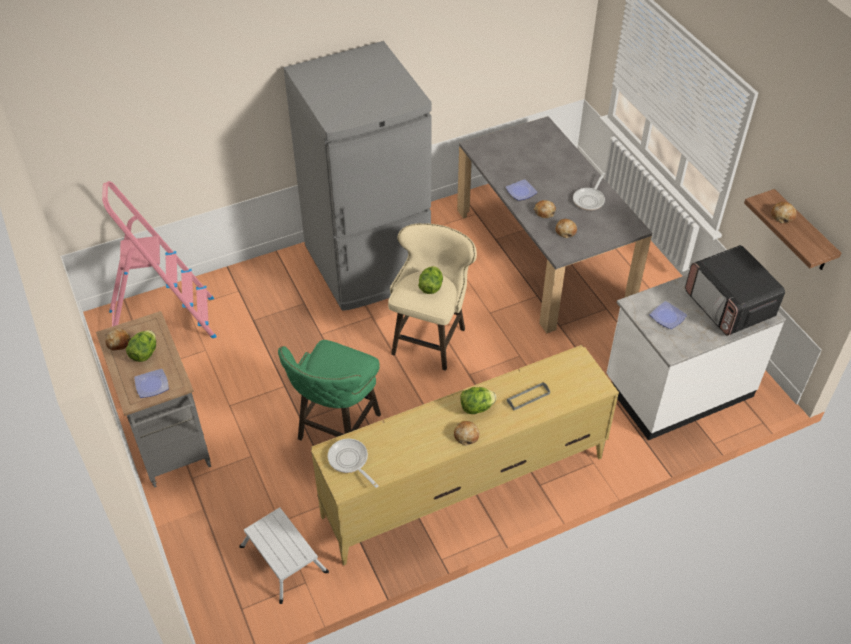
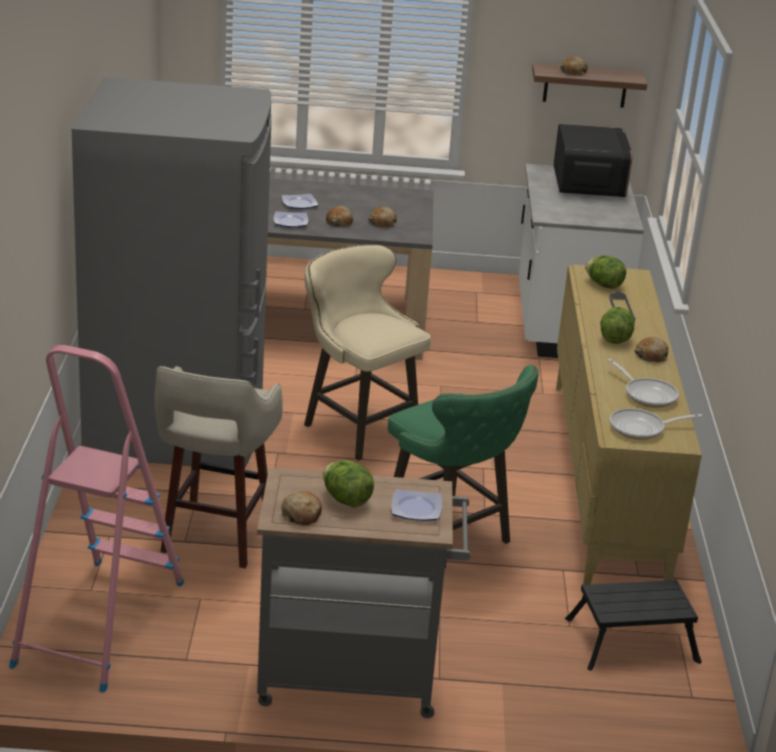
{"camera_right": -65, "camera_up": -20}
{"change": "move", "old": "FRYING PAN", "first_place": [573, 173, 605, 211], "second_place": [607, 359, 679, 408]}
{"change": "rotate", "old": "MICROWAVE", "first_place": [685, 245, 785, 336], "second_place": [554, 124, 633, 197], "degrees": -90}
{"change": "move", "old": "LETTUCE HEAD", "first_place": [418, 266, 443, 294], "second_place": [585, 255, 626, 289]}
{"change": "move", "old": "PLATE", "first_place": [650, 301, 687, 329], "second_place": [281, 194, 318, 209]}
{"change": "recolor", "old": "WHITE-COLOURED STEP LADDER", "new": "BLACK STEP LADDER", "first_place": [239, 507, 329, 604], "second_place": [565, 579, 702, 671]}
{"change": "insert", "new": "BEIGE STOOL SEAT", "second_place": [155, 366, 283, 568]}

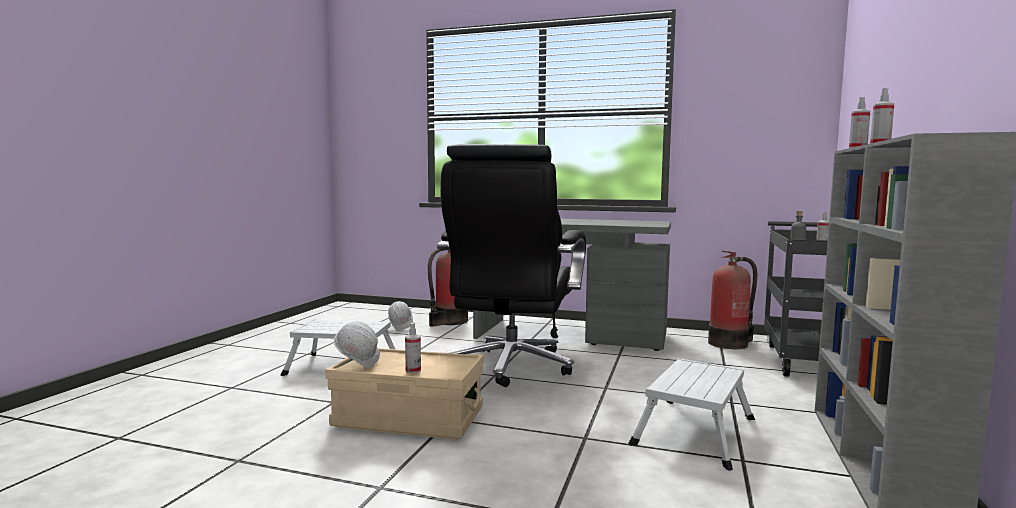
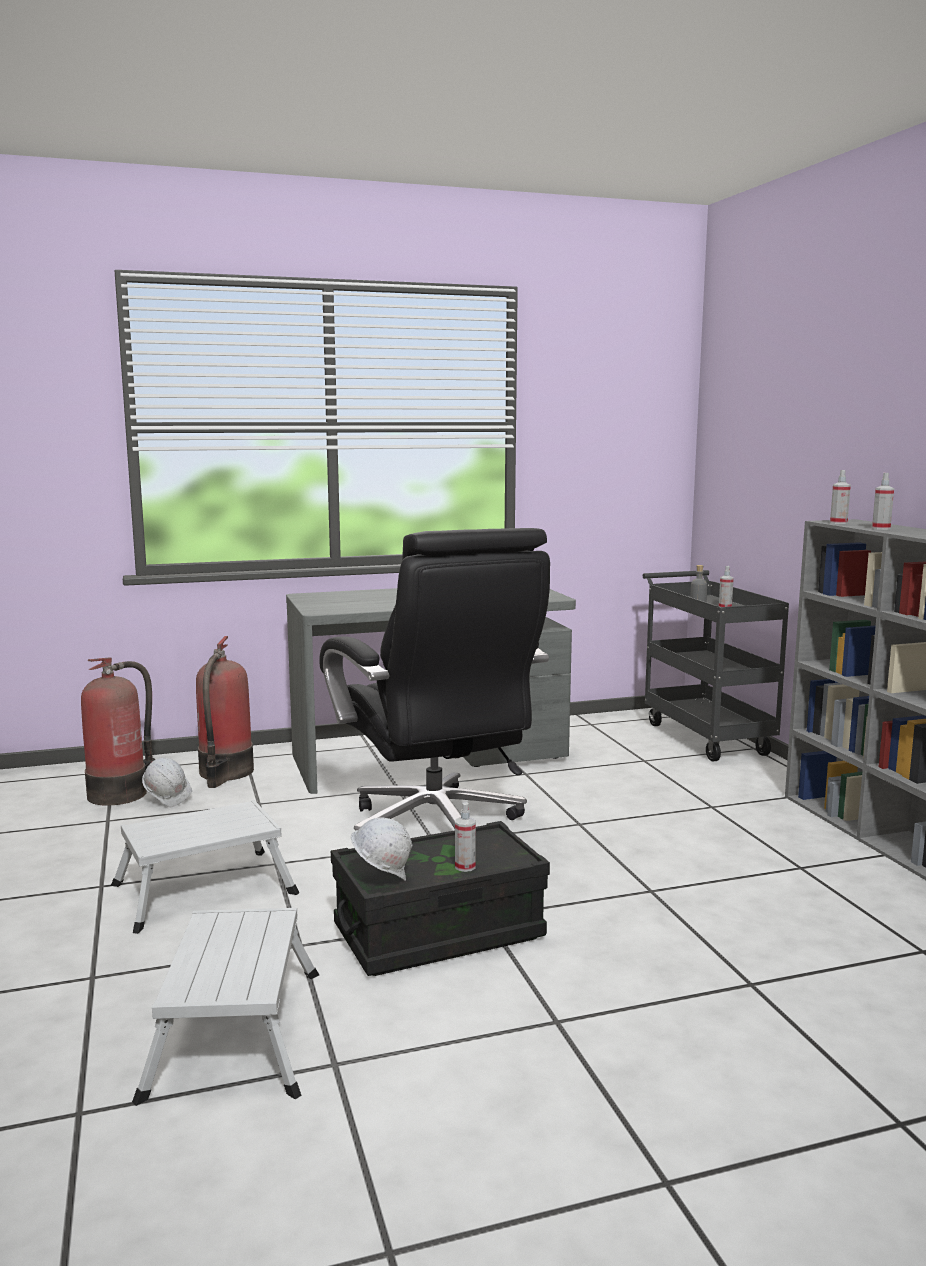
{"camera_right": -35, "camera_up": 5}
{"change": "move", "old": "EXTINGUISHER", "first_place": [708, 251, 758, 349], "second_place": [81, 658, 155, 806]}
{"change": "recolor", "old": "BEIGE STORAGE CONTAINER", "new": "BLACK STORAGE CONTAINER", "first_place": [326, 348, 484, 440], "second_place": [331, 821, 550, 976]}
{"change": "move", "old": "WHITE-COLOURED STEP LADDER", "first_place": [628, 358, 755, 471], "second_place": [132, 908, 319, 1106]}

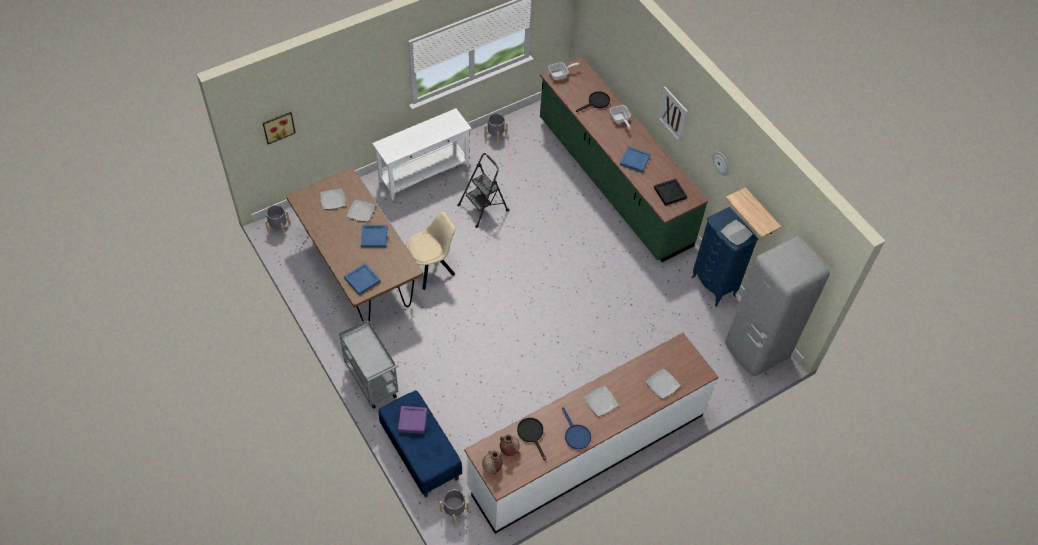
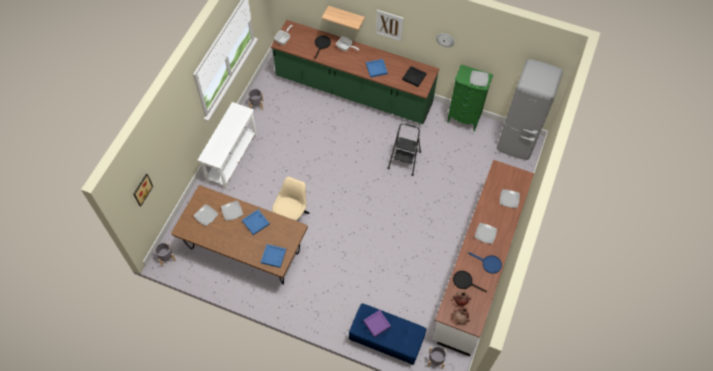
{"camera_right": -35, "camera_up": 5}
{"change": "move", "old": "BLACK STEP LADDER", "first_place": [457, 153, 509, 228], "second_place": [387, 123, 421, 176]}
{"change": "move", "old": "SHELF", "first_place": [726, 187, 781, 238], "second_place": [322, 6, 365, 30]}
{"change": "recolor", "old": "BLUISH DRESSER", "new": "GREEN-COLOURED DRESSER", "first_place": [691, 207, 758, 307], "second_place": [447, 65, 493, 132]}
{"change": "delete", "old": "GREY WHEELED CART", "first_place": [339, 320, 399, 409]}

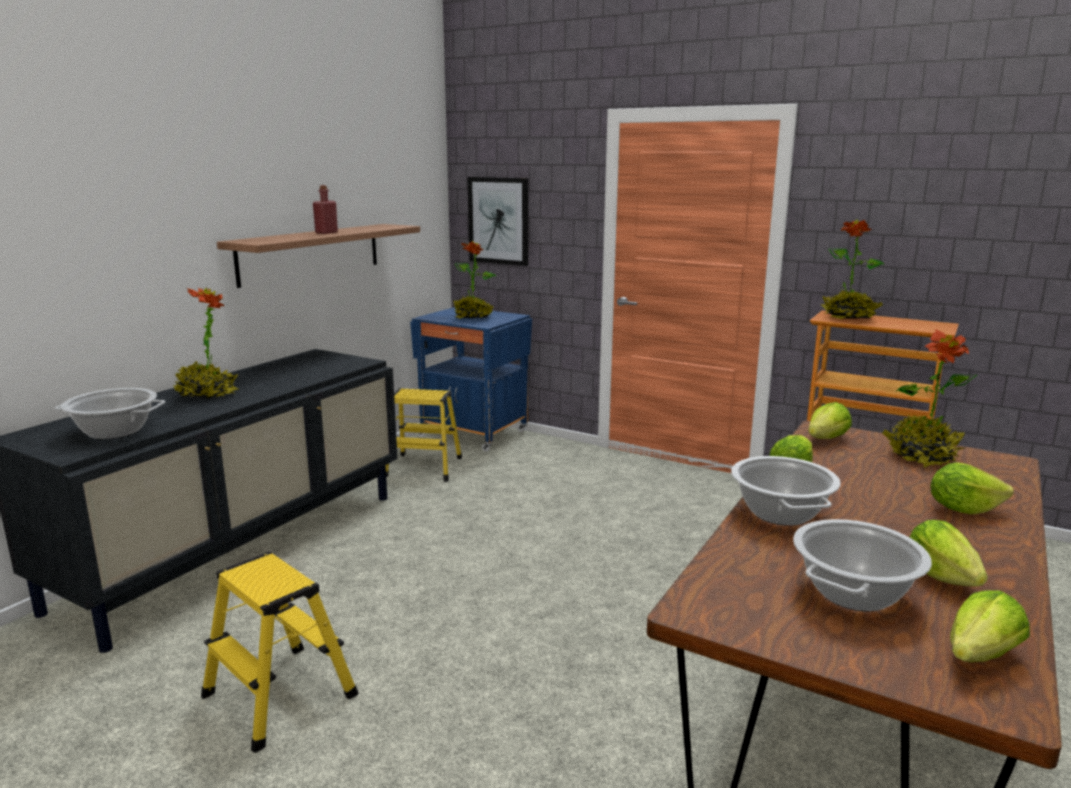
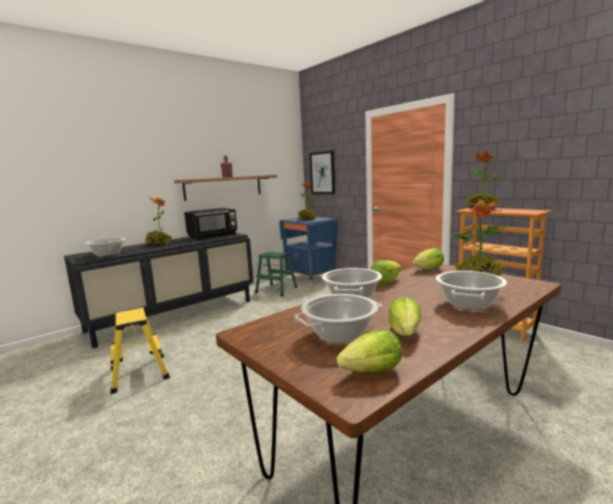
{"camera_right": 20, "camera_up": -5}
{"change": "recolor", "old": "YELLOWISH STEP LADDER", "new": "GREEN-COLOURED STEP LADDER", "first_place": [386, 388, 462, 482], "second_place": [255, 252, 297, 297]}
{"change": "replace", "old": "LETTUCE HEAD", "new": "COOKING POT", "first_place": [930, 462, 1014, 514], "second_place": [436, 271, 507, 310]}
{"change": "insert", "new": "BLACK MICROWAVE", "second_place": [184, 208, 237, 240]}

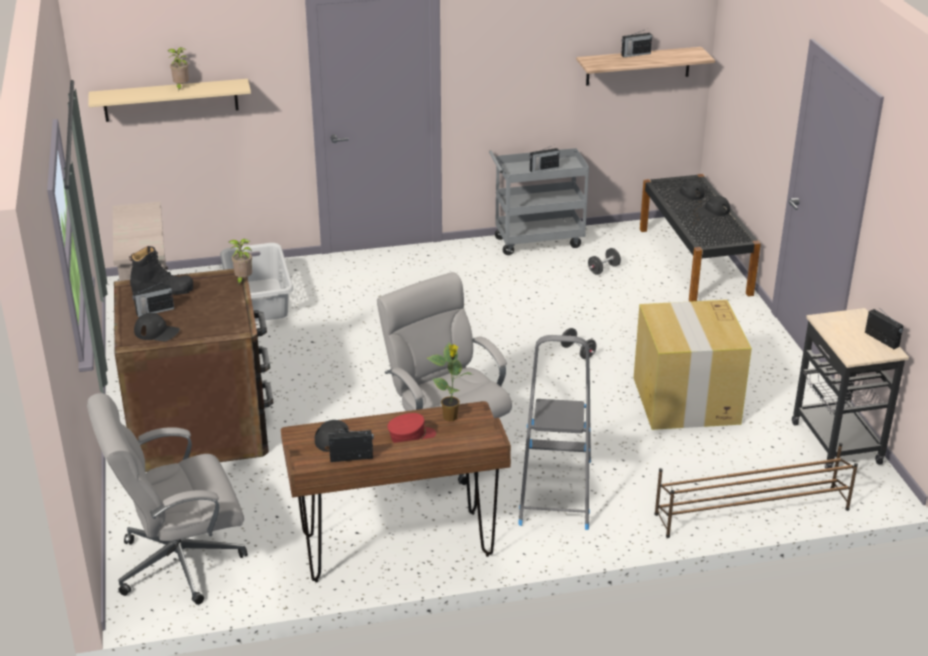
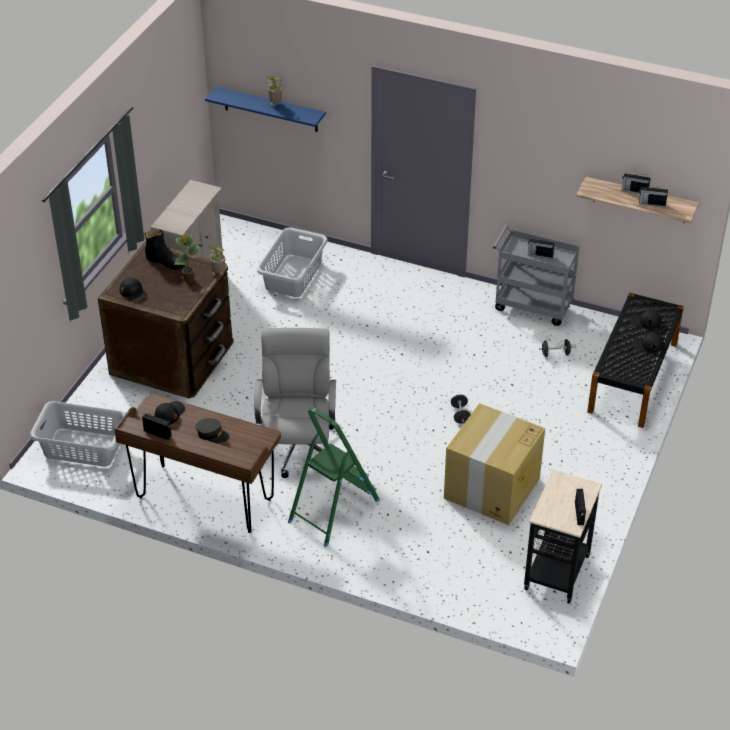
{"camera_right": 35, "camera_up": 10}
{"change": "recolor", "old": "BEIGE SHELF", "new": "BLUISH SHELF", "first_place": [88, 79, 251, 122], "second_place": [205, 86, 326, 132]}
{"change": "move", "old": "RADIO", "first_place": [132, 282, 174, 317], "second_place": [639, 187, 668, 207]}
{"change": "recolor", "old": "GREY STEP LADDER", "new": "GREEN-COLOURED STEP LADDER", "first_place": [518, 335, 591, 530], "second_place": [288, 407, 380, 547]}
{"change": "move", "old": "HOUSEPLANT", "first_place": [427, 342, 473, 421], "second_place": [174, 234, 199, 283]}
{"change": "replace", "old": "GREY OFFICE CHAIR", "new": "GREY LAUNDRY BASKET", "first_place": [87, 393, 248, 605], "second_place": [30, 401, 126, 467]}
{"change": "recolor", "old": "RED BASEBALL CAP", "new": "GREY BASEBALL CAP", "first_place": [387, 413, 436, 443], "second_place": [196, 418, 229, 443]}
{"change": "delete", "old": "BROWN-COLOURED SHOE STAND", "first_place": [654, 443, 858, 538]}

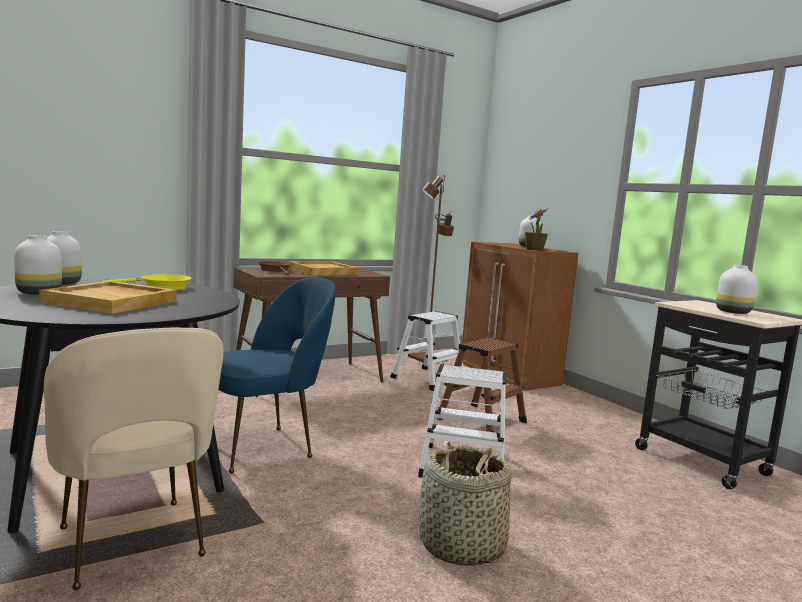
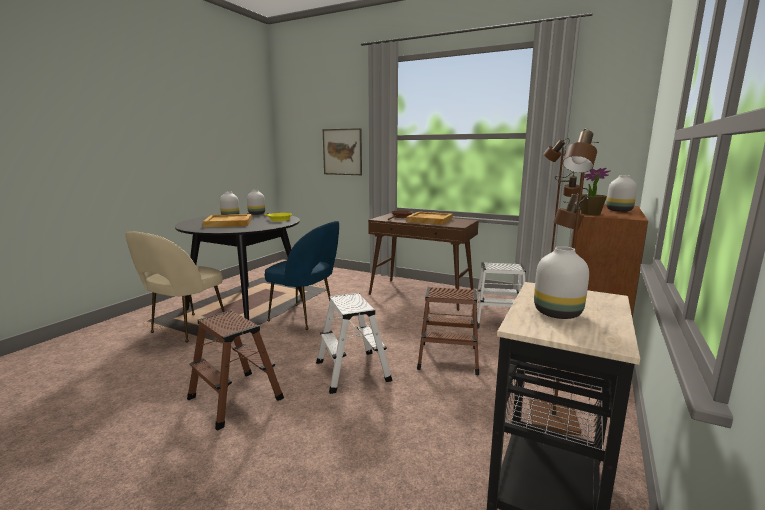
{"camera_right": 60, "camera_up": 5}
{"change": "replace", "old": "BASKET", "new": "BROWN-COLOURED STEP LADDER", "first_place": [419, 441, 511, 566], "second_place": [187, 310, 284, 431]}
{"change": "insert", "new": "WALL ART", "second_place": [323, 128, 362, 175]}
{"change": "insert", "new": "BROWN-COLOURED STANDARD LAMP", "second_place": [529, 128, 599, 436]}

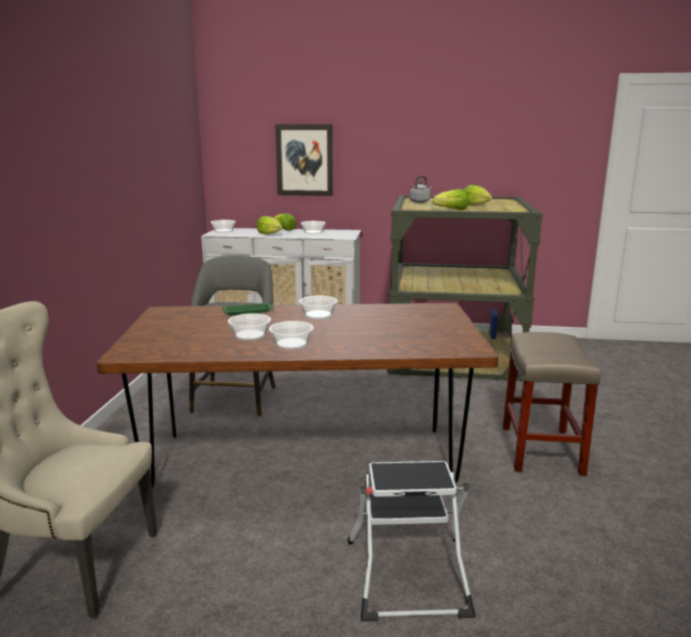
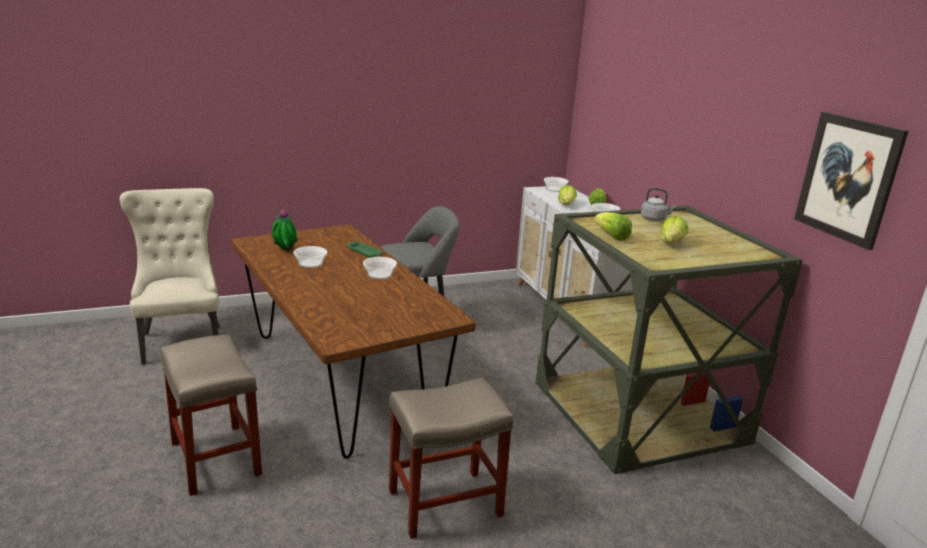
{"camera_right": 60, "camera_up": 5}
{"change": "move", "old": "WALL ART", "first_place": [275, 124, 333, 196], "second_place": [794, 112, 909, 250]}
{"change": "delete", "old": "SERVING BOWL", "first_place": [269, 321, 314, 349]}
{"change": "replace", "old": "STEP LADDER", "new": "BEIGE STOOL SEAT", "first_place": [348, 461, 475, 621], "second_place": [161, 335, 262, 496]}
{"change": "insert", "new": "HOUSEPLANT", "second_place": [272, 209, 298, 251]}

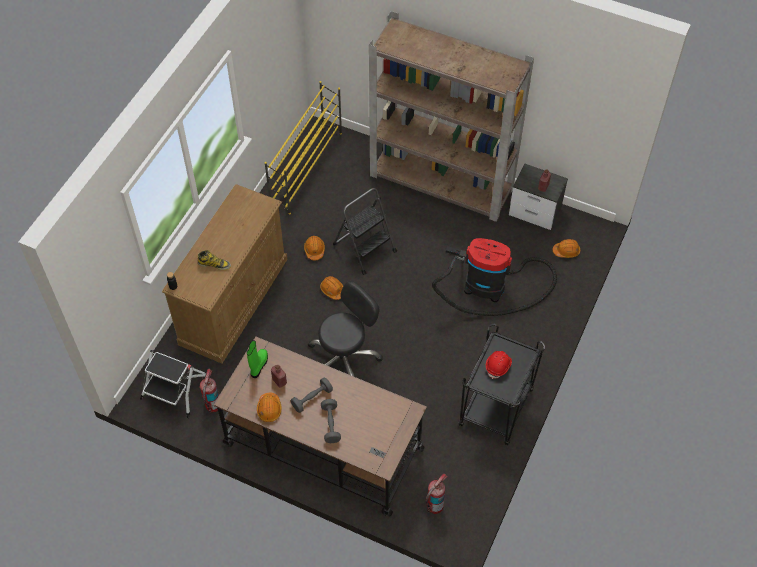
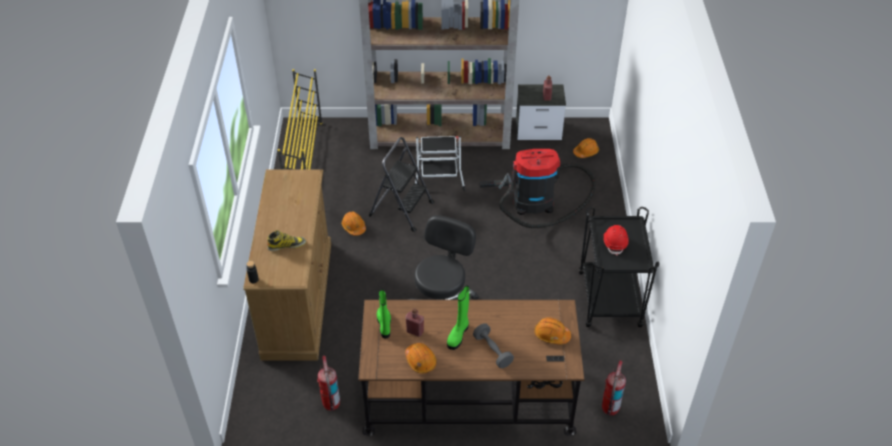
{"camera_right": -25, "camera_up": -10}
{"change": "move", "old": "ORANGE-COLOURED SAFETY HELMET", "first_place": [320, 276, 343, 300], "second_place": [534, 317, 571, 345]}
{"change": "move", "old": "STEP LADDER", "first_place": [140, 350, 207, 418], "second_place": [415, 136, 465, 191]}
{"change": "replace", "old": "GREY FREE WEIGHT", "new": "GREEN-COLOURED BOOT", "first_place": [291, 377, 333, 413], "second_place": [447, 286, 469, 350]}

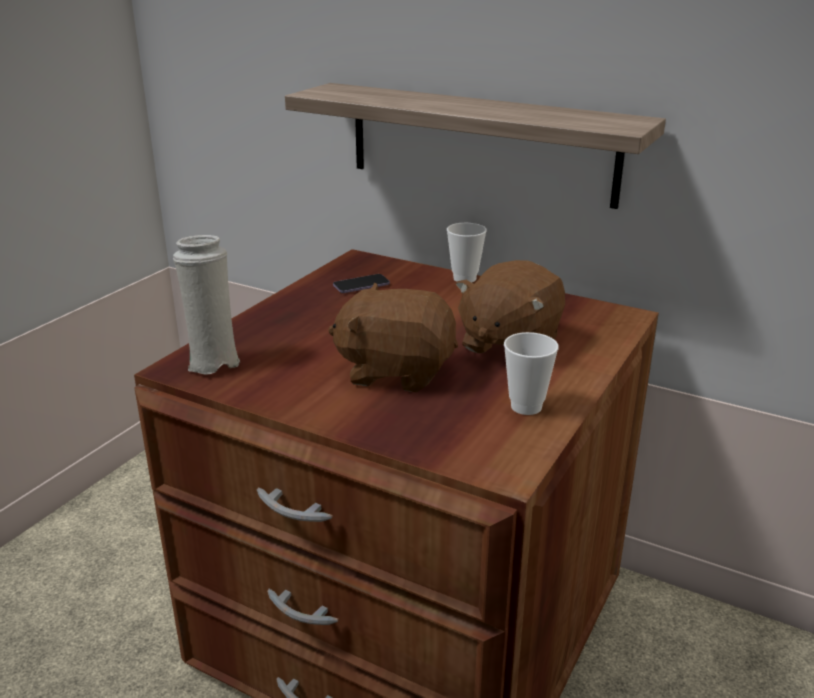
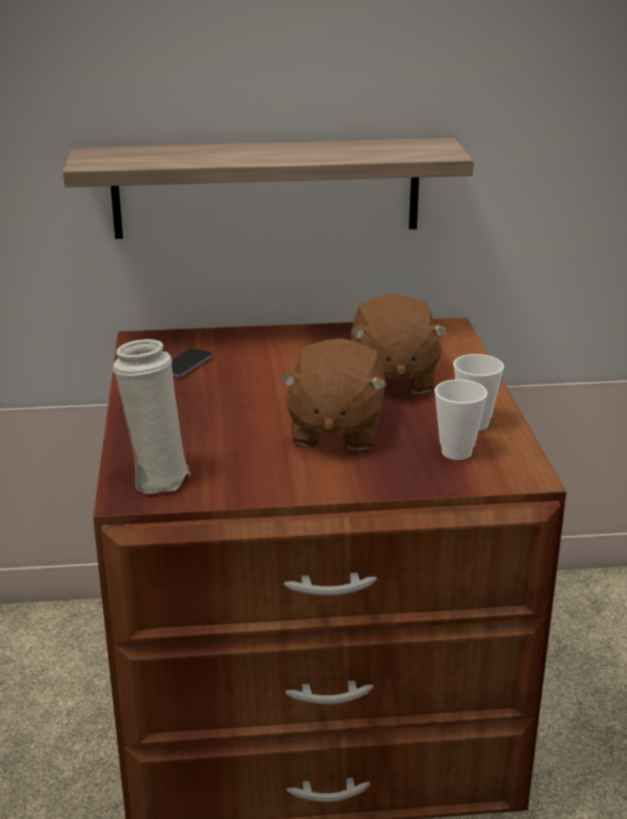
{"camera_right": -35, "camera_up": 0}
{"change": "move", "old": "SMALL CUP", "first_place": [447, 223, 487, 282], "second_place": [434, 379, 488, 460]}
{"change": "rotate", "old": "BROWN-COLOURED SOFT TOY", "first_place": [328, 283, 458, 392], "second_place": [280, 338, 387, 450], "degrees": -60}

